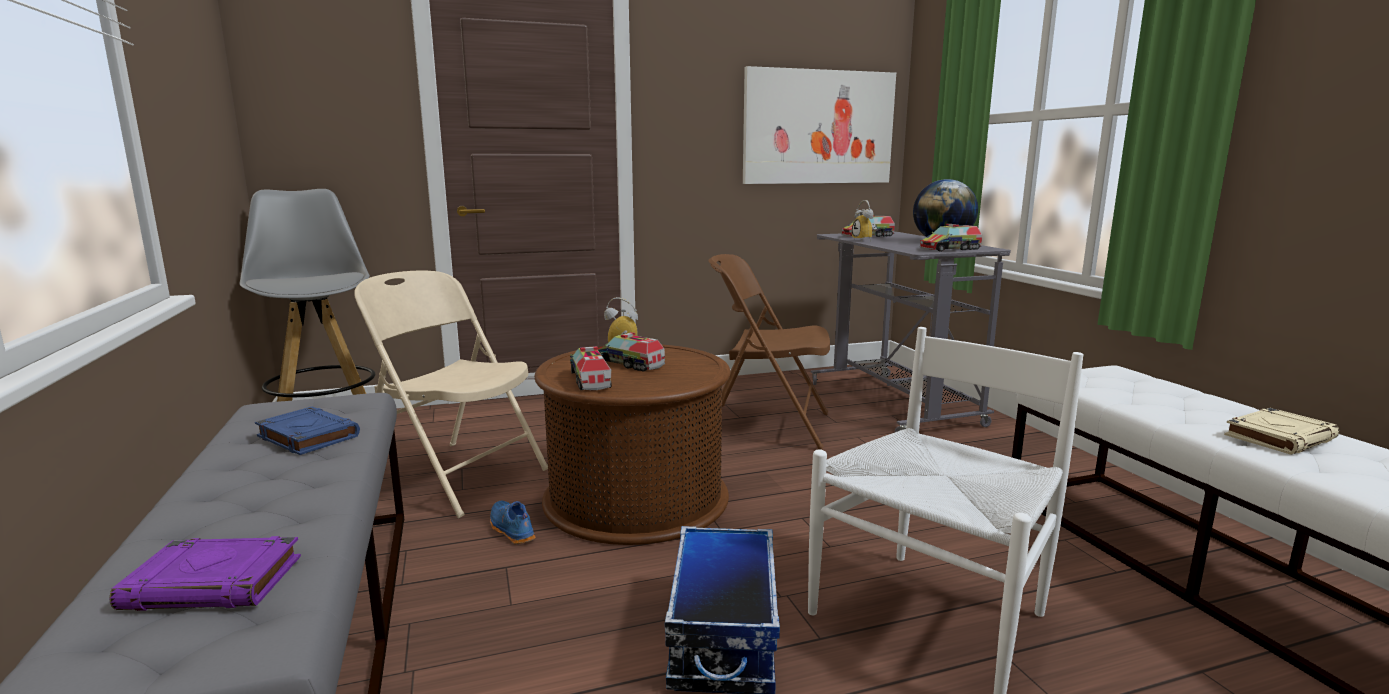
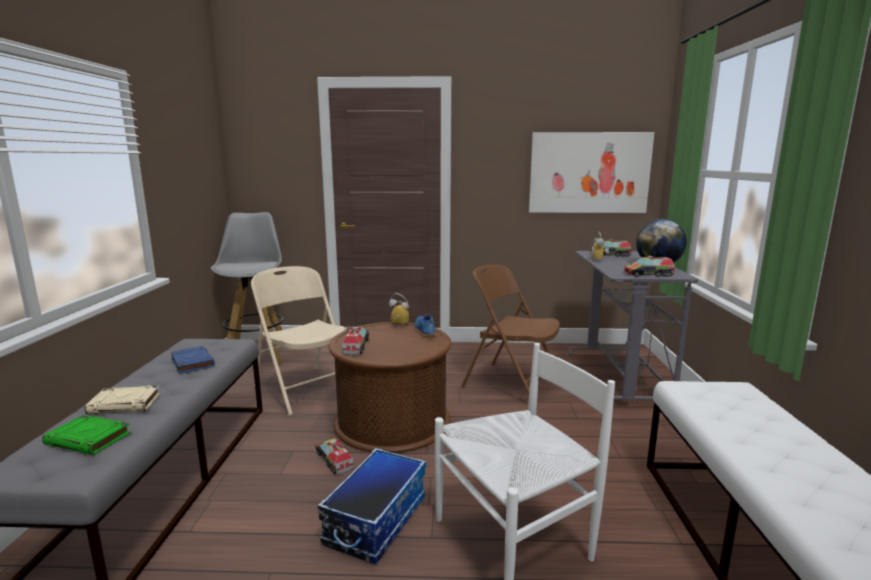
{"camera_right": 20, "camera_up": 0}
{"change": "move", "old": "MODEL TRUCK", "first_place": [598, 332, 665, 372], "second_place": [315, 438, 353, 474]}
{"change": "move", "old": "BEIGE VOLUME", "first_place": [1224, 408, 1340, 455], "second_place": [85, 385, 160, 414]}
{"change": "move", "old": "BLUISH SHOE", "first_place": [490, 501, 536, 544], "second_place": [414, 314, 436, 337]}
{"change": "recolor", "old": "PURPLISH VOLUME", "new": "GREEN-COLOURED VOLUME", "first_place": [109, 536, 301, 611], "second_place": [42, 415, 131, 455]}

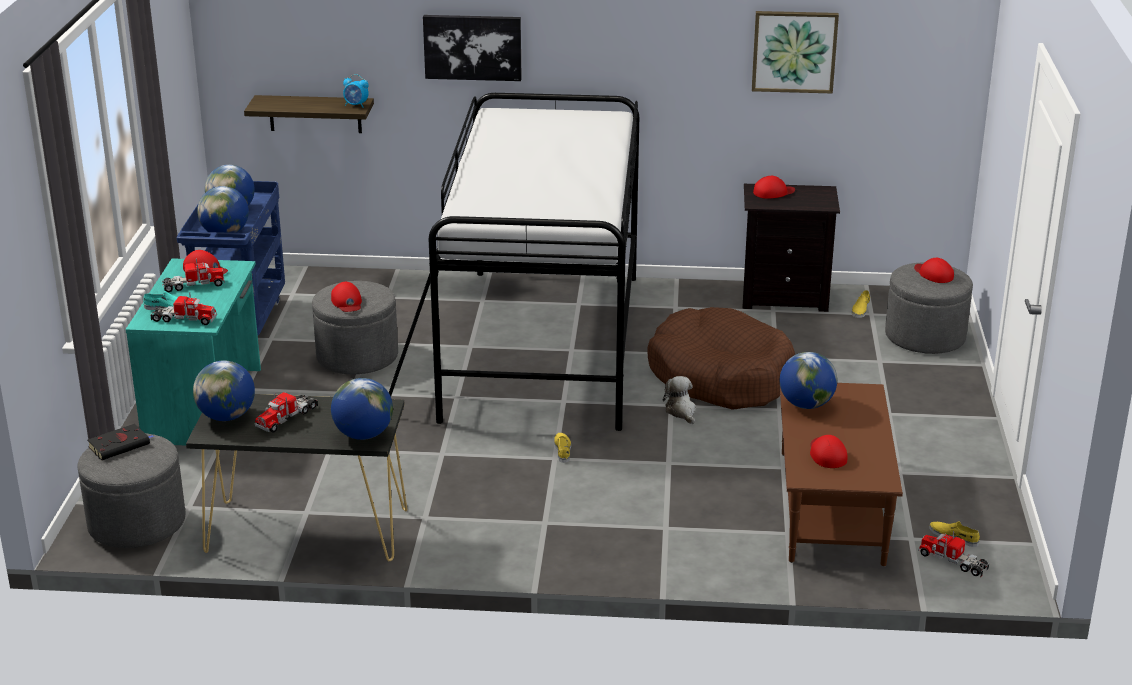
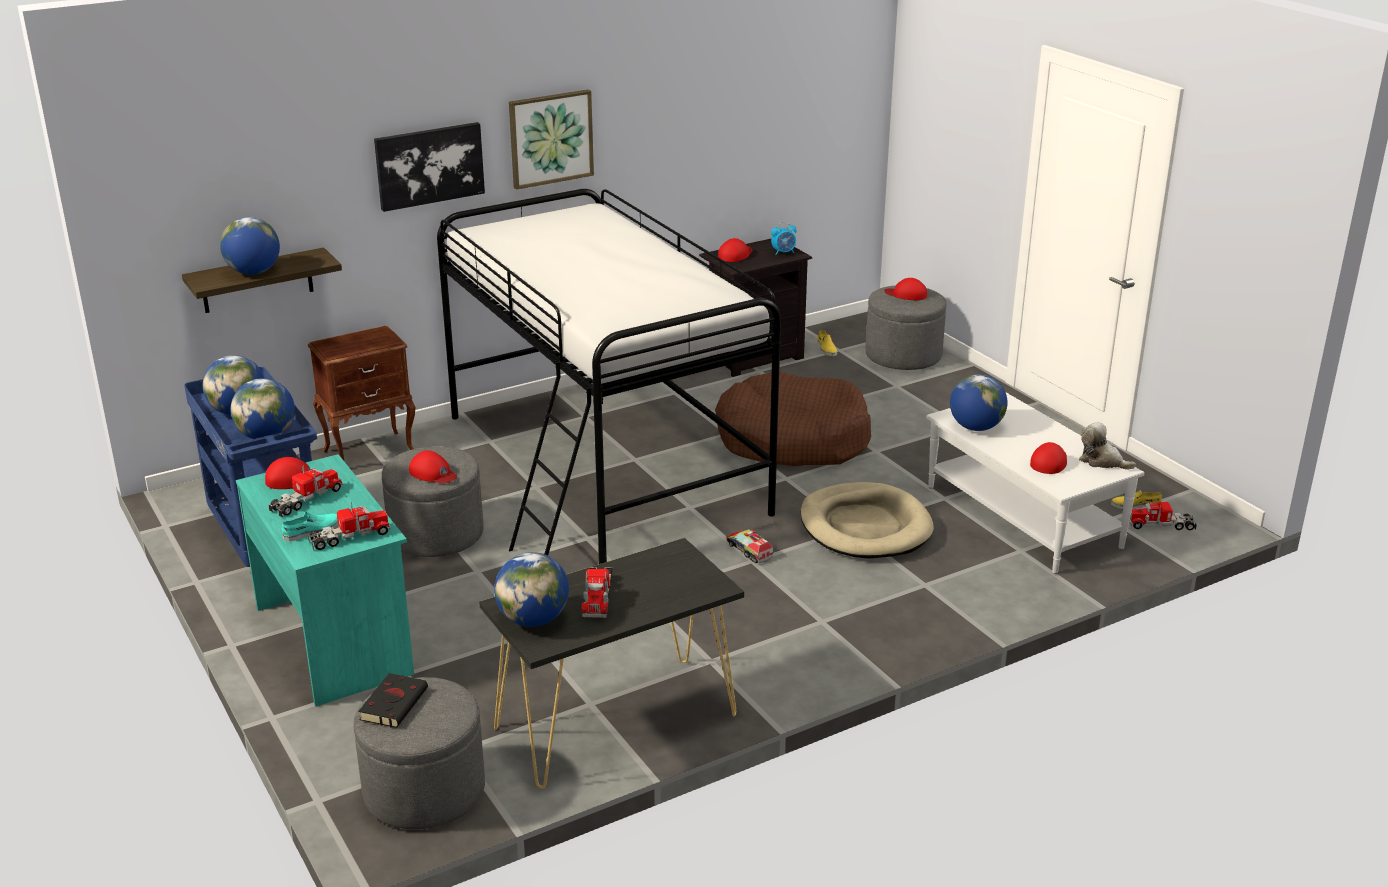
{"camera_right": -35, "camera_up": 0}
{"change": "move", "old": "WALL ART", "first_place": [752, 11, 839, 93], "second_place": [509, 89, 594, 190]}
{"change": "move", "old": "BEDSIDE CLOCK", "first_place": [343, 74, 369, 108], "second_place": [771, 222, 797, 255]}
{"change": "move", "old": "SOFT TOY", "first_place": [663, 376, 696, 424], "second_place": [1079, 422, 1136, 470]}
{"change": "move", "old": "WORLD GLOBE", "first_place": [331, 378, 393, 440], "second_place": [220, 217, 280, 275]}
{"change": "recolor", "old": "BROWN-COLOURED LOUNGE TABLE", "new": "WHITE-COLOURED LOUNGE TABLE", "first_place": [779, 382, 903, 567], "second_place": [926, 393, 1145, 574]}
{"change": "replace", "old": "YELLOWISH SHOE", "new": "MODEL TRUCK", "first_place": [554, 433, 571, 463], "second_place": [726, 529, 773, 563]}
{"change": "rotate", "old": "RED BASEBALL CAP", "first_place": [810, 435, 847, 468], "second_place": [1030, 442, 1067, 474], "degrees": 75}
{"change": "insert", "new": "BROWN-COLOURED BEDSIDE TABLE", "second_place": [308, 326, 415, 460]}
{"change": "insert", "new": "BEIGE PET BED", "second_place": [800, 482, 934, 559]}

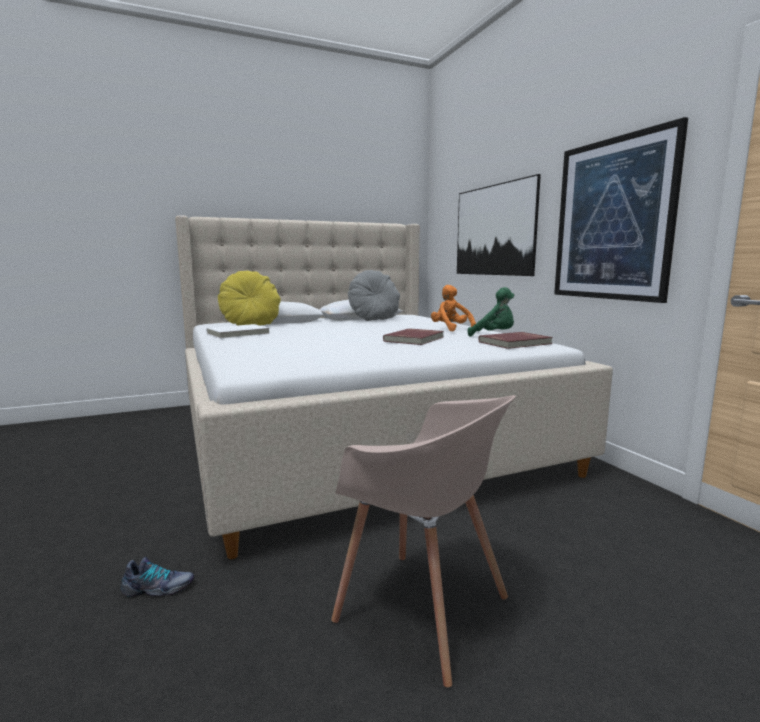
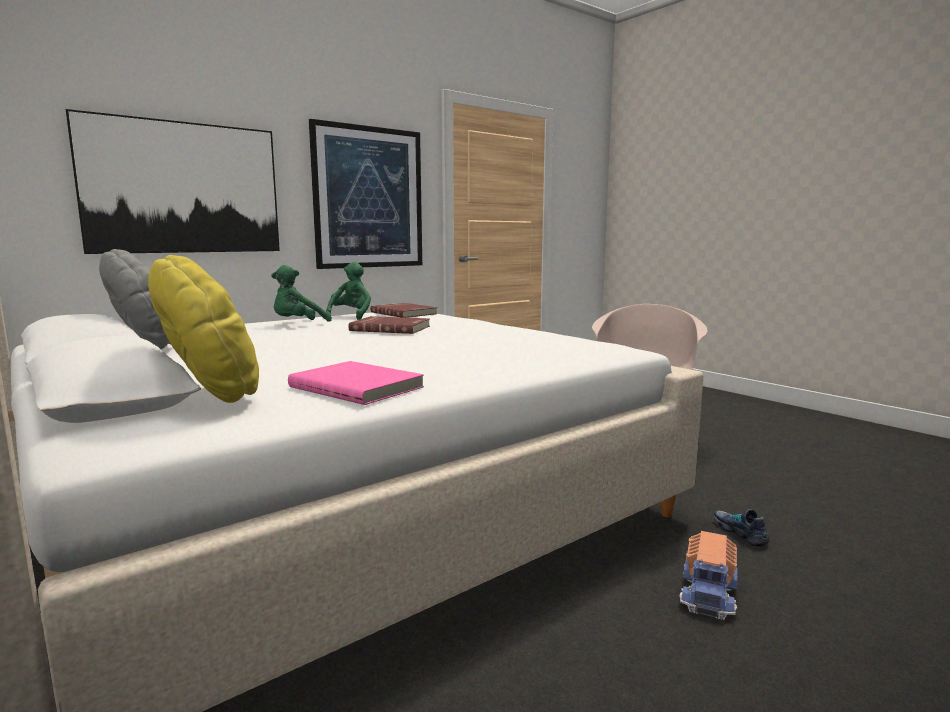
{"camera_right": -105, "camera_up": 0}
{"change": "recolor", "old": "ORANGE-COLOURED SOFT TOY", "new": "GREEN-COLOURED SOFT TOY", "first_place": [431, 285, 476, 331], "second_place": [271, 265, 332, 322]}
{"change": "recolor", "old": "WHITE-COLOURED VOLUME", "new": "PINK-COLOURED VOLUME", "first_place": [206, 324, 270, 339], "second_place": [288, 361, 424, 405]}
{"change": "insert", "new": "MODEL TRUCK", "second_place": [679, 531, 737, 620]}

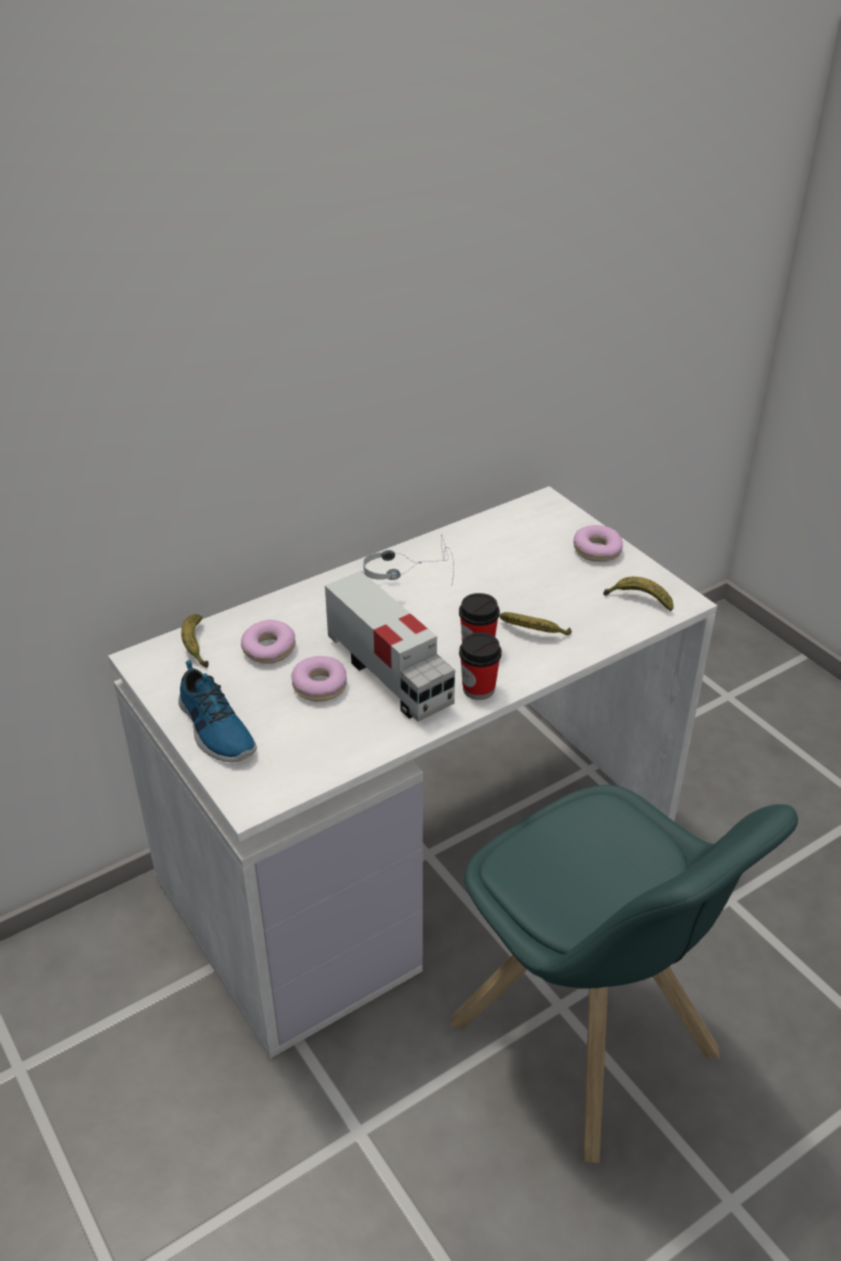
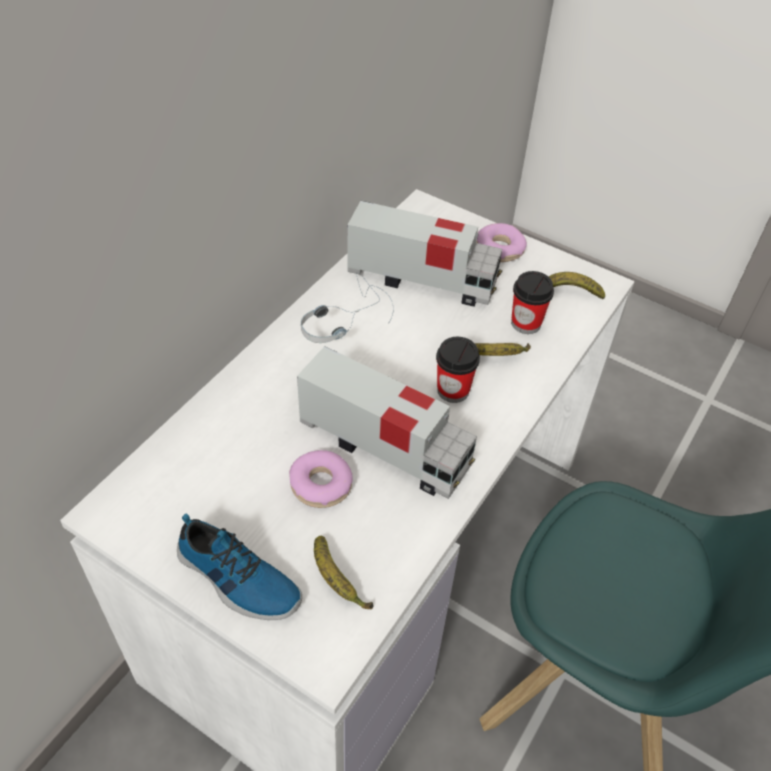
{"camera_right": -25, "camera_up": 10}
{"change": "move", "old": "WHOLE BANANA", "first_place": [181, 614, 209, 668], "second_place": [314, 536, 374, 609]}
{"change": "delete", "old": "RING DOUGHNUT", "first_place": [241, 620, 296, 664]}
{"change": "move", "old": "SMALL CUP", "first_place": [459, 632, 502, 700], "second_place": [511, 271, 554, 334]}
{"change": "insert", "new": "MODEL TRUCK", "second_place": [347, 201, 503, 307]}

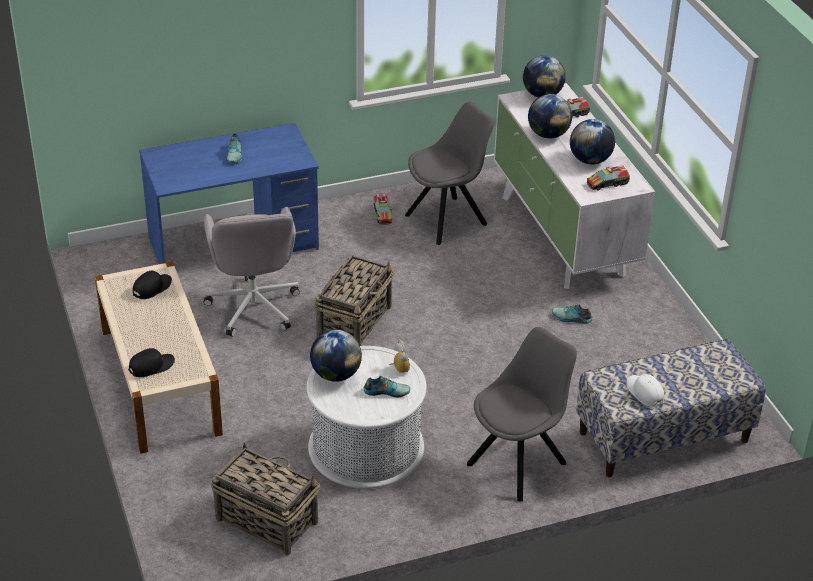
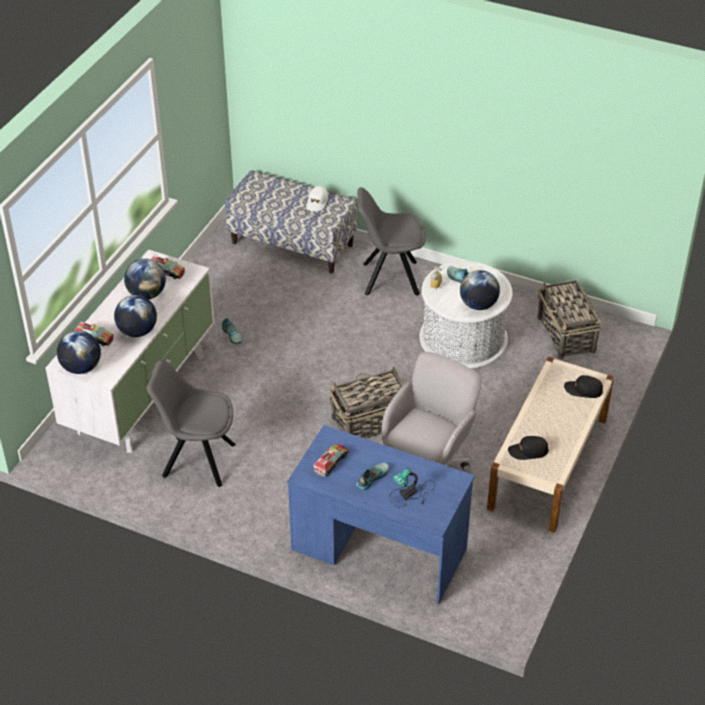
{"camera_right": -135, "camera_up": 5}
{"change": "move", "old": "MODEL TRUCK", "first_place": [374, 193, 392, 225], "second_place": [313, 443, 349, 477]}
{"change": "insert", "new": "TABLE LAMP", "second_place": [389, 468, 435, 507]}

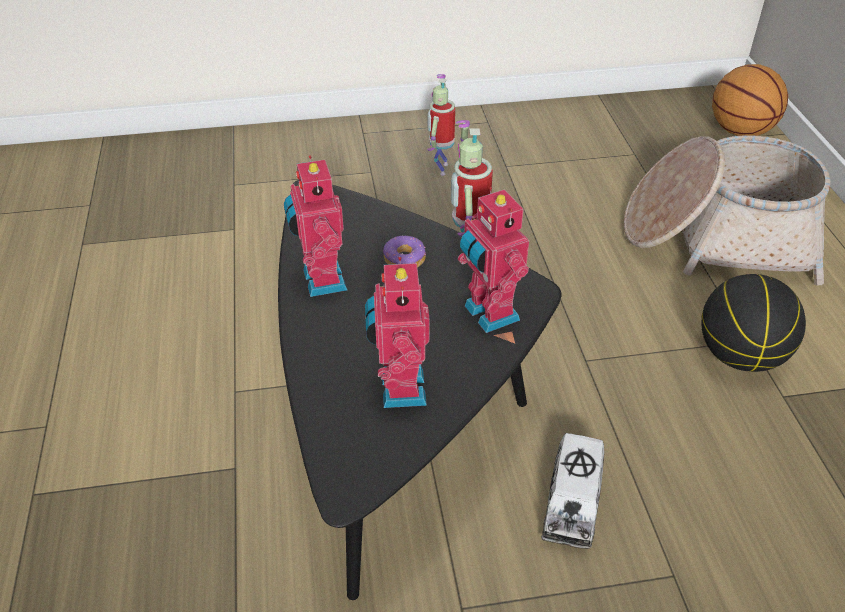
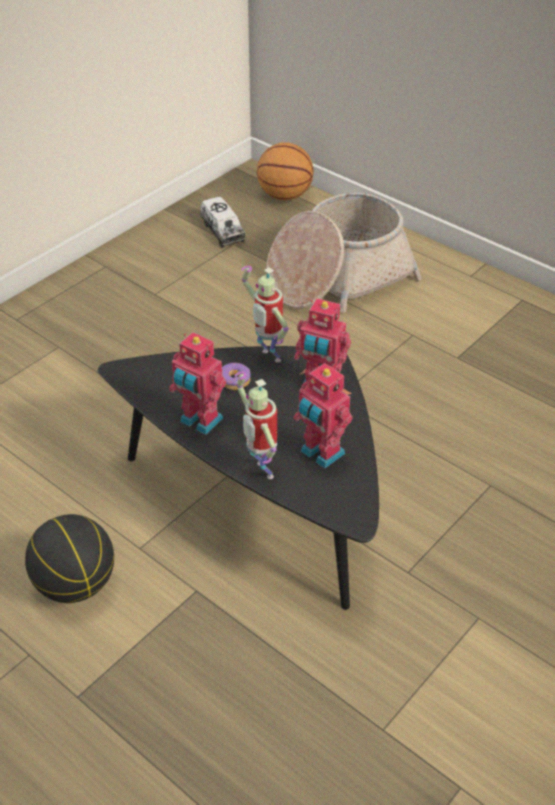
{"camera_right": -40, "camera_up": 0}
{"change": "move", "old": "MODEL ROBOT", "first_place": [427, 74, 455, 176], "second_place": [234, 372, 277, 479]}
{"change": "move", "old": "BASKETBALL BALL", "first_place": [701, 274, 806, 372], "second_place": [25, 514, 114, 603]}
{"change": "move", "old": "MODEL TRUCK", "first_place": [541, 433, 604, 549], "second_place": [200, 197, 246, 248]}

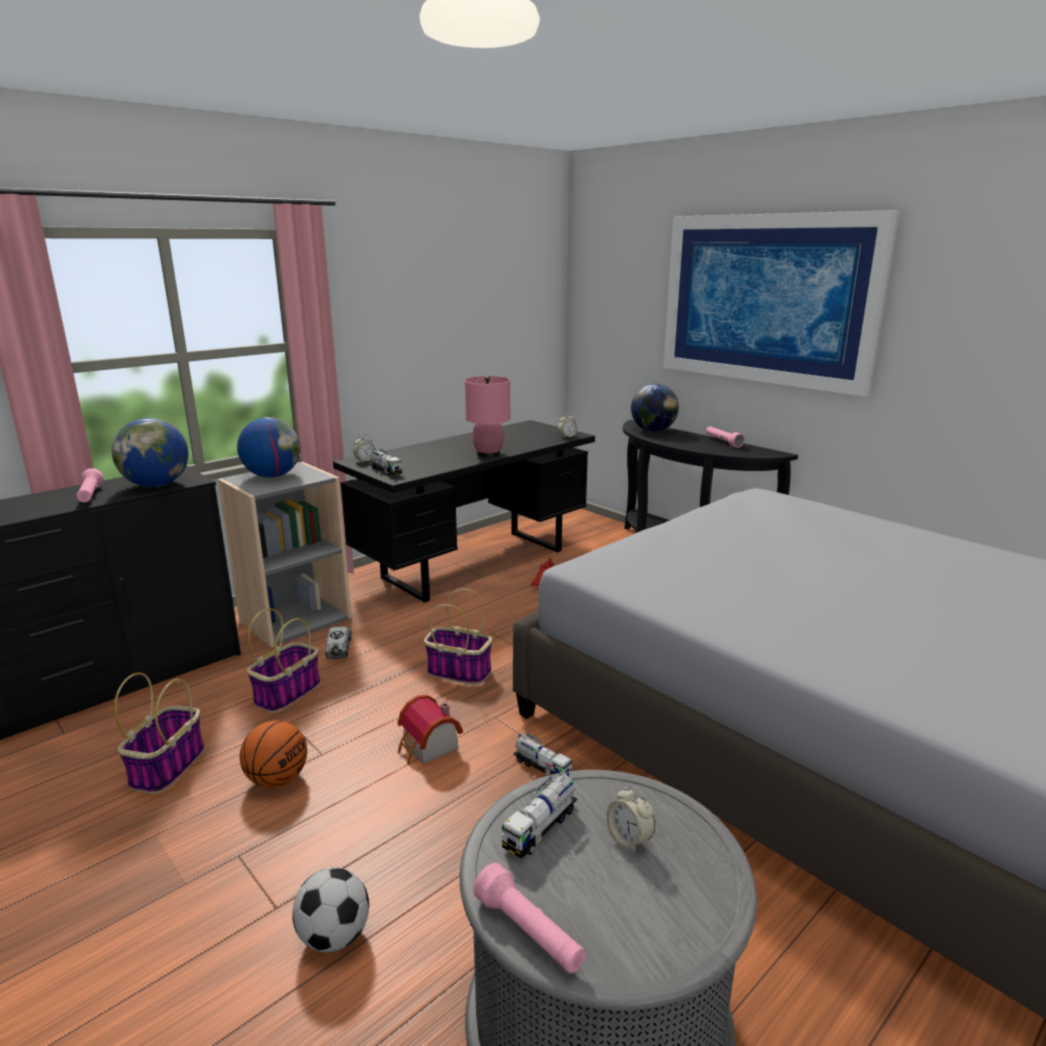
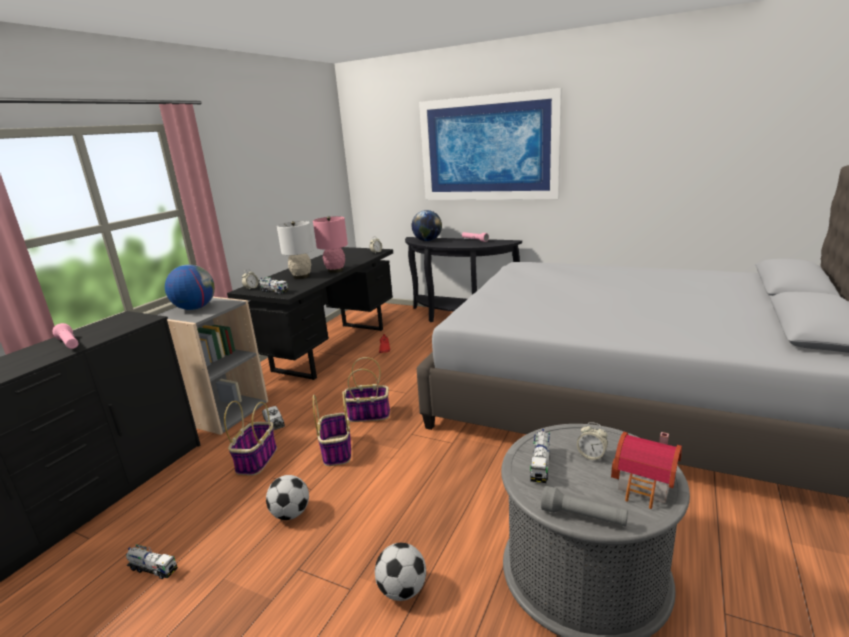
{"camera_right": -20, "camera_up": 0}
{"change": "delete", "old": "WORLD GLOBE", "first_place": [112, 418, 188, 487]}
{"change": "move", "old": "BASKET", "first_place": [114, 673, 205, 794], "second_place": [313, 391, 351, 466]}
{"change": "move", "old": "MODEL HOUSE", "first_place": [398, 695, 463, 764], "second_place": [611, 432, 682, 509]}
{"change": "replace", "old": "BASKETBALL BALL", "new": "BALL FOR FOOTBALL", "first_place": [240, 721, 307, 788], "second_place": [266, 475, 309, 520]}
{"change": "move", "old": "MODEL TRUCK", "first_place": [513, 733, 572, 775], "second_place": [126, 544, 178, 579]}
{"change": "recolor", "old": "PINK-COLOURED HAND TORCH", "new": "GREY HAND TORCH", "first_place": [473, 863, 586, 973], "second_place": [541, 486, 628, 526]}
{"change": "insert", "new": "WHITE-COLOURED TABLE LAMP", "second_place": [277, 221, 314, 279]}

